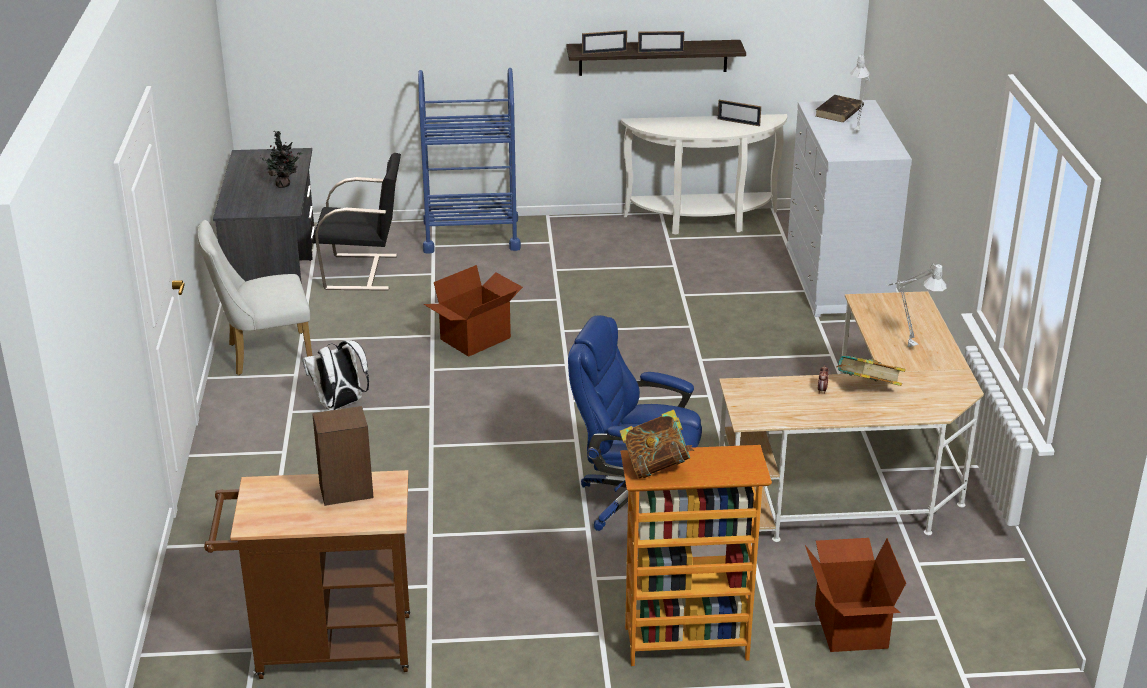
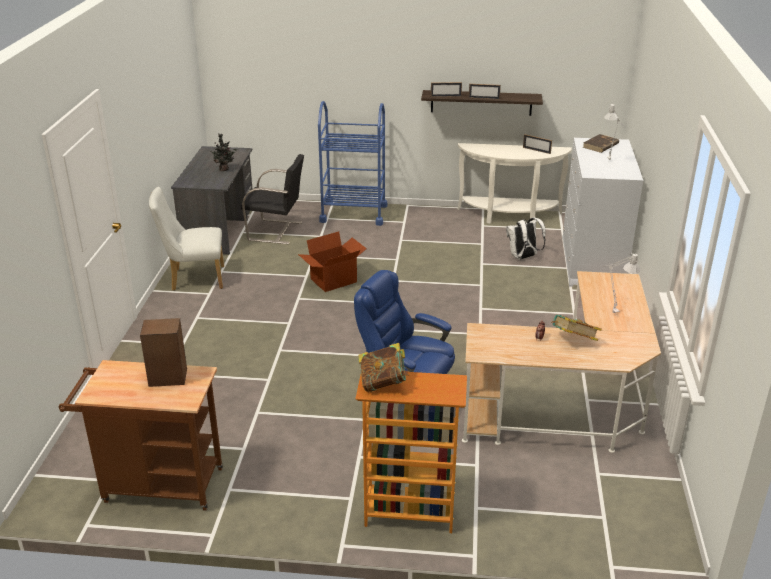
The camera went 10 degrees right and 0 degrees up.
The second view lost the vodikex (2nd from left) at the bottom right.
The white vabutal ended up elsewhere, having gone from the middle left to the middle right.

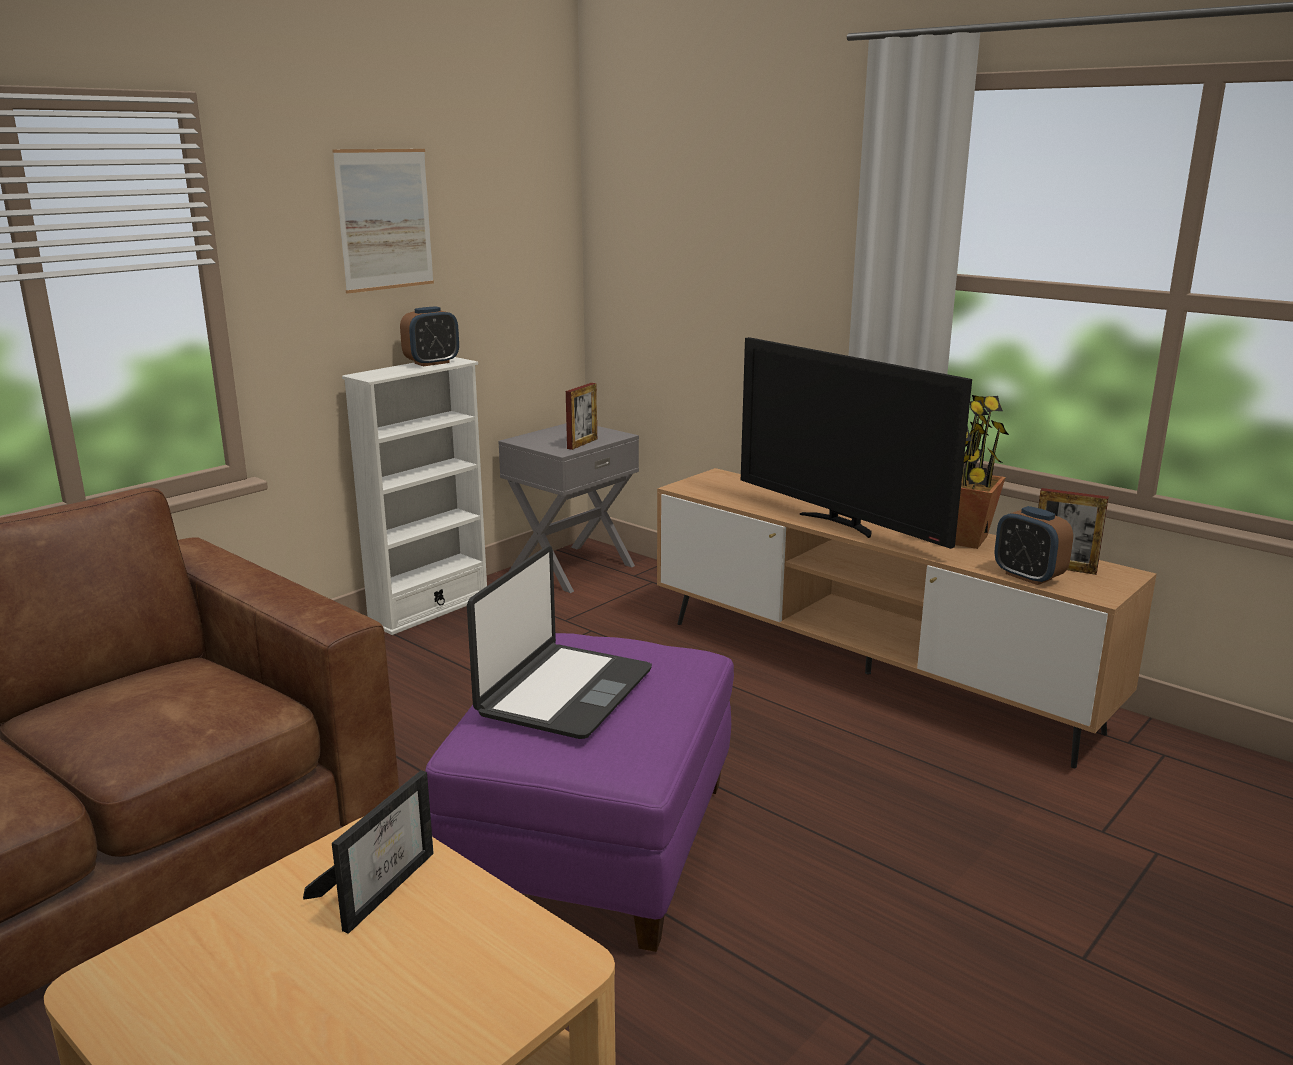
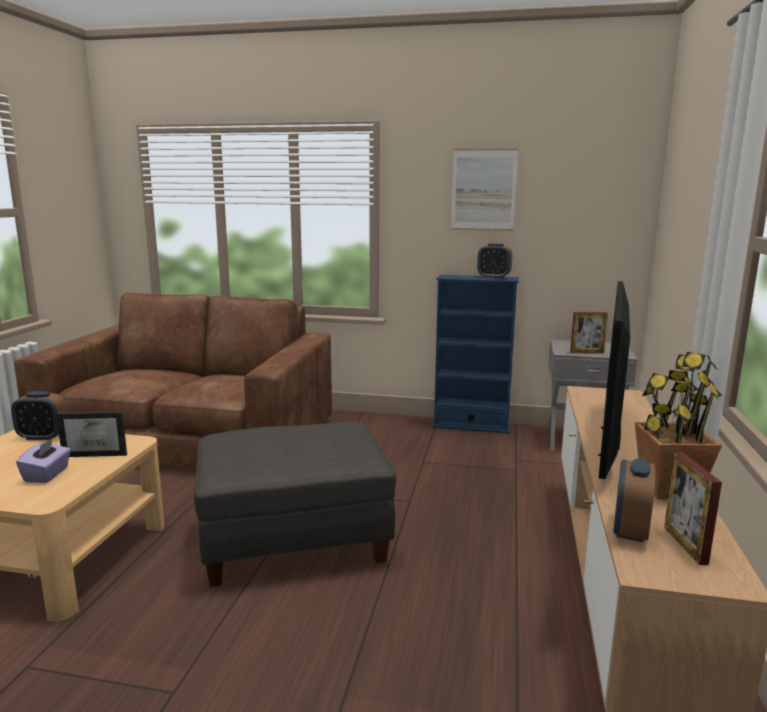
The camera went 60 degrees right and 5 degrees down.
The second view lost the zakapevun at the centre.
The second view gained the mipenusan (1st from left) at the middle left.
The second view gained the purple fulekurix at the middle left.
What was the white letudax at the middle left turned into the blue letudax at the centre.
What was the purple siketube at the bottom centre turned into the grey siketube at the bottom centre.

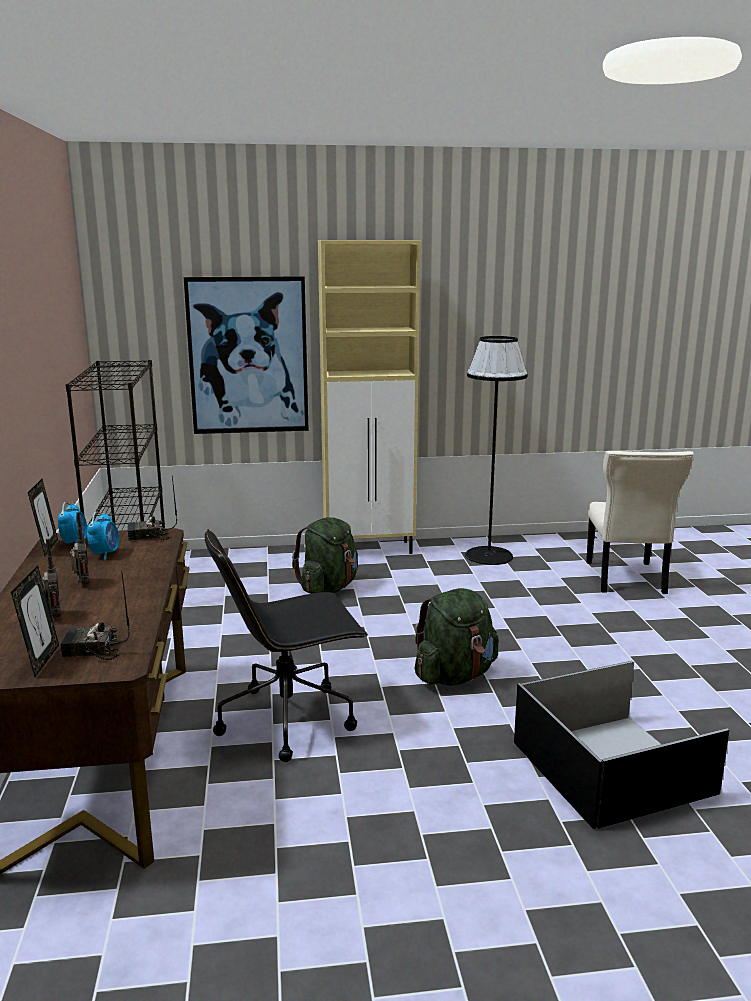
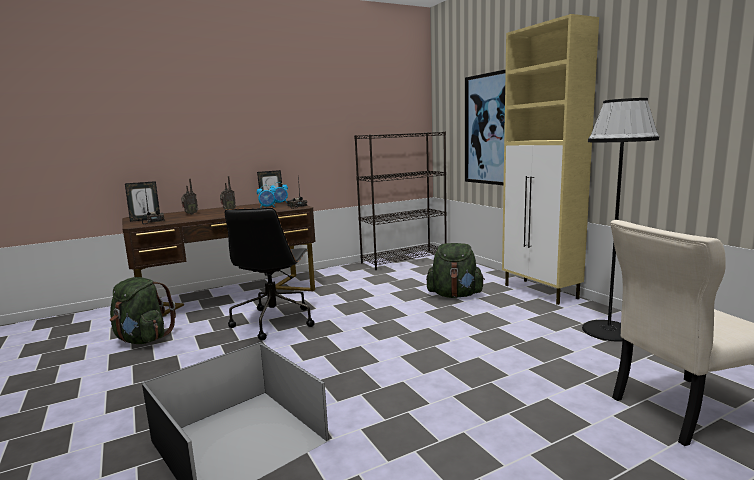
The camera went 70 degrees right and 5 degrees down.
The green vabutal (2nd from left in the first image) ended up elsewhere, having gone from the centre to the middle left.
The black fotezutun at the centre ended up facing another way, 135 degrees counterclockwise from before.

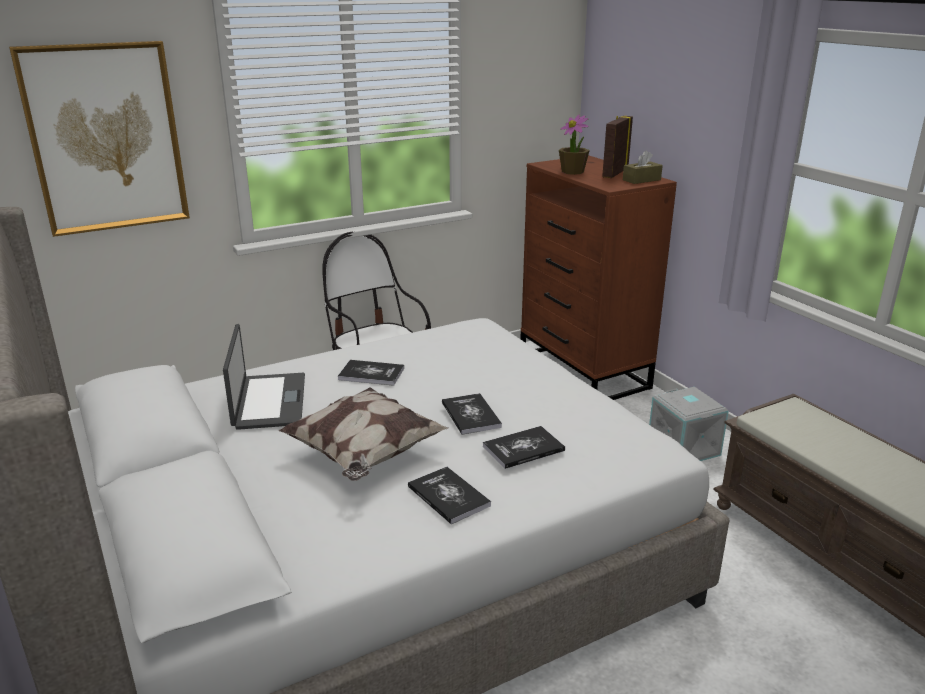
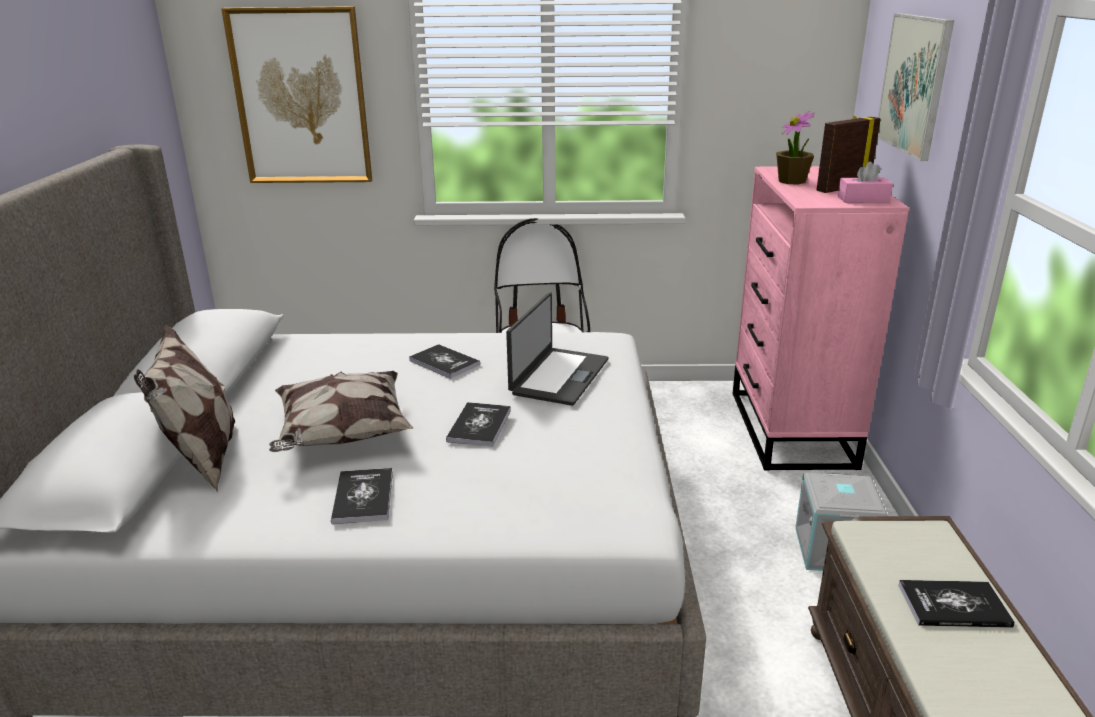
The camera went 30 degrees right and 0 degrees up.
The second view gained the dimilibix (1st from left) at the middle left.
The second view gained the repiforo (2nd from left) at the top right.
The zakapevun ended up elsewhere, having gone from the middle left to the centre.
The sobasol (4th from left) ended up elsewhere, having gone from the centre to the bottom right.
What was the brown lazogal at the centre turned into the pink lazogal at the middle right.
What was the brown fulekurix at the top right turned into the pink fulekurix at the top right.

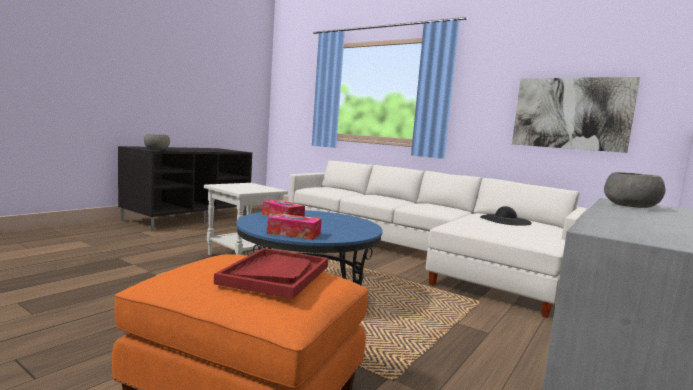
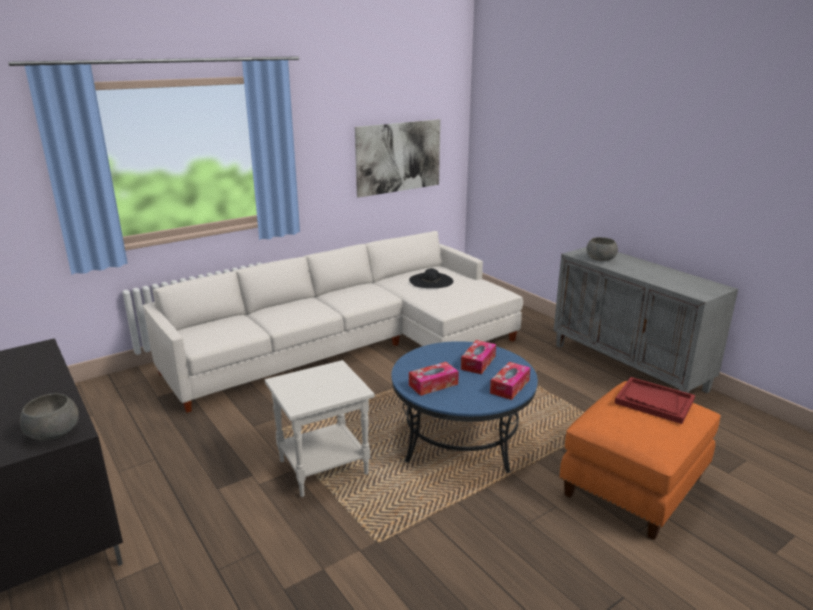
The camera went 70 degrees left and 15 degrees up.
The second view gained the fulekurix (2nd from left) at the centre.

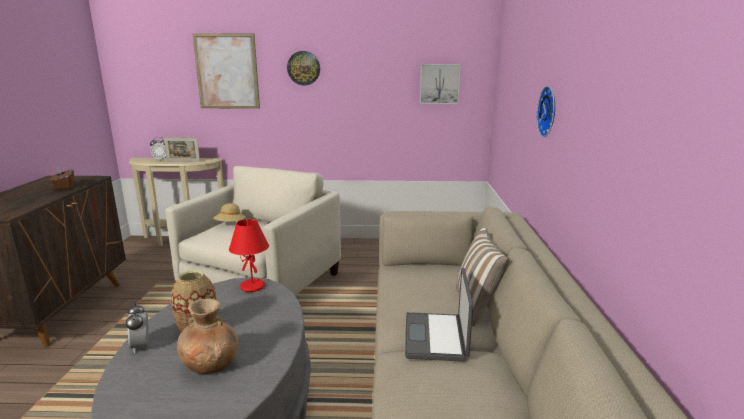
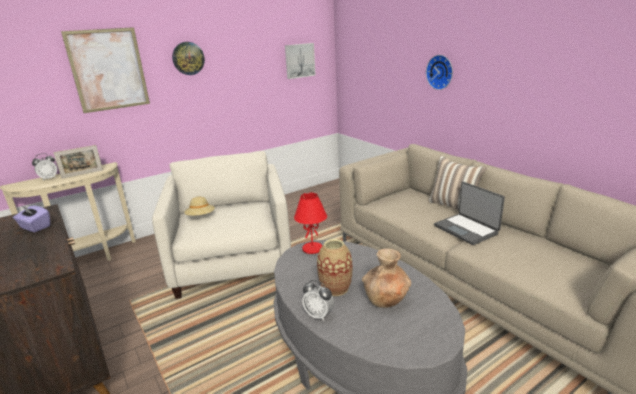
The camera went 35 degrees left and 5 degrees up.
What was the brown fulekurix at the middle left turned into the purple fulekurix at the middle left.

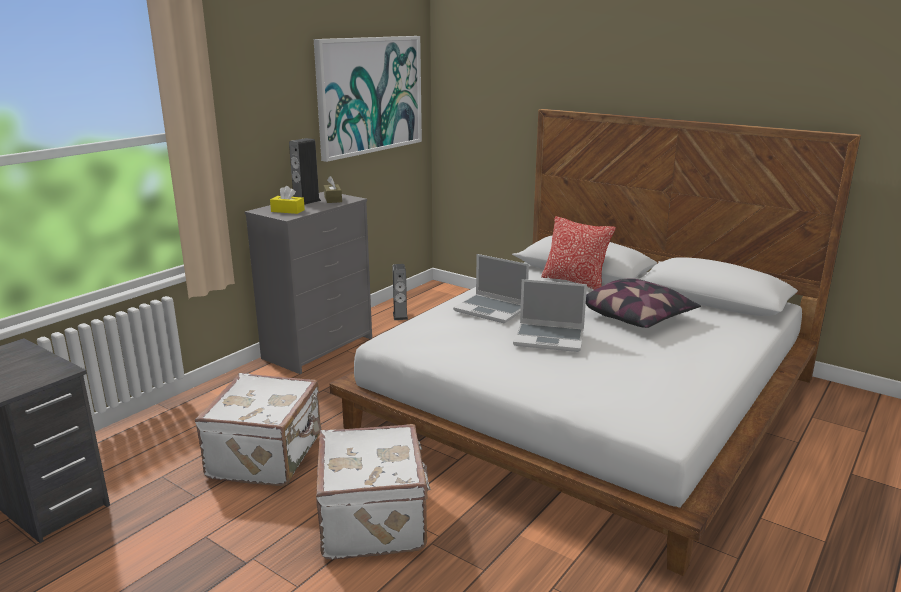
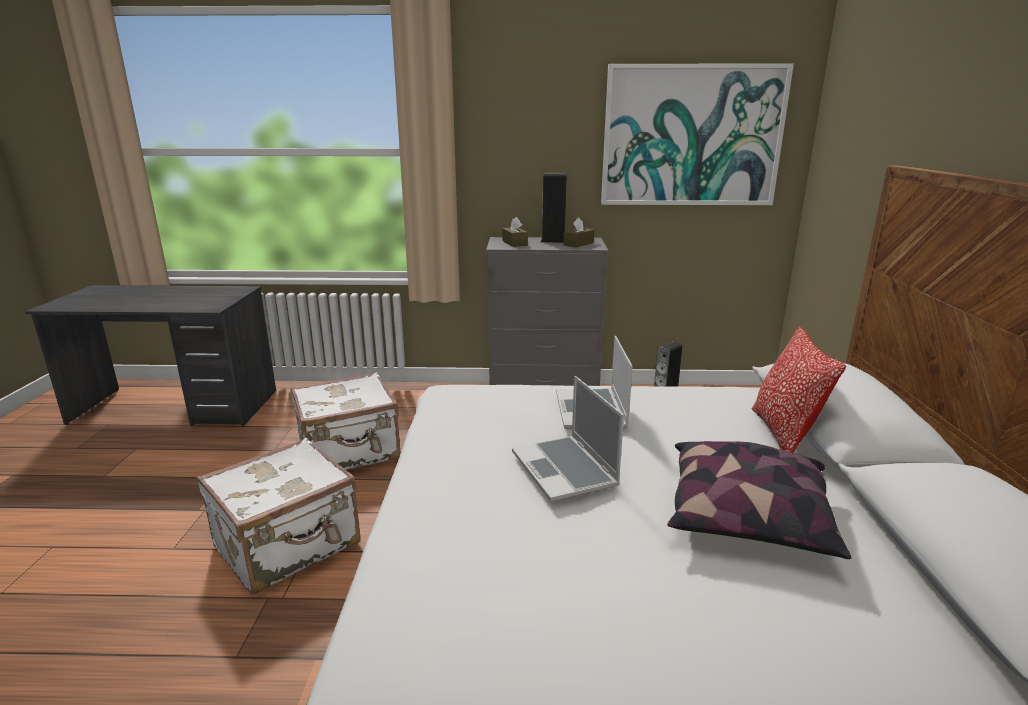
The camera went 55 degrees right and 0 degrees up.
What was the yellow fulekurix at the middle left turned into the brown fulekurix (1st from left) at the top centre.

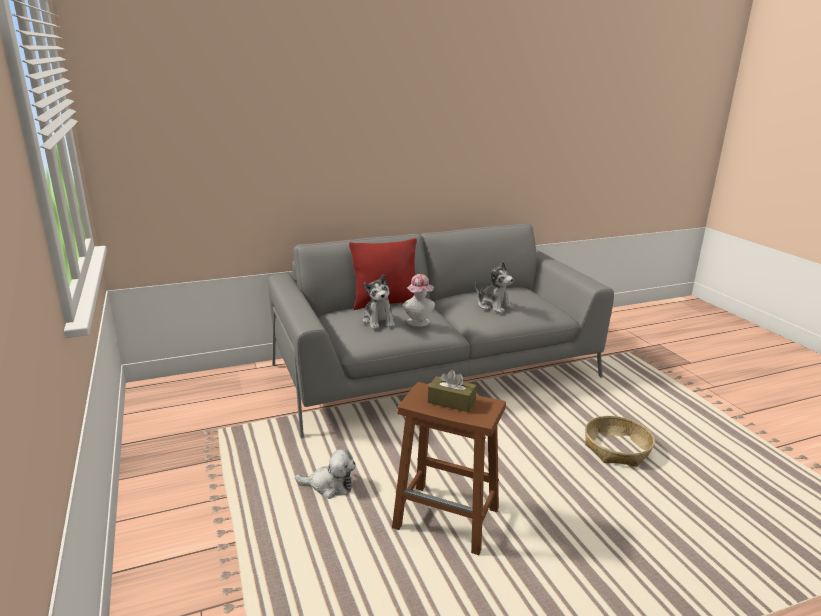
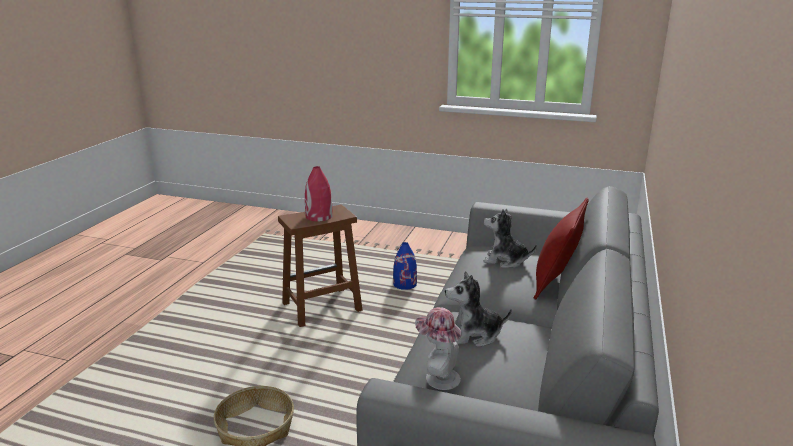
The camera went 130 degrees right and 0 degrees up.
The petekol ended up elsewhere, having gone from the centre to the bottom centre.
Where the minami (1st from left) stood at the bottom centre, the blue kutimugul came to stand at the centre.
Where the brown fulekurix stood at the centre, the red kutimugul came to stand at the centre.

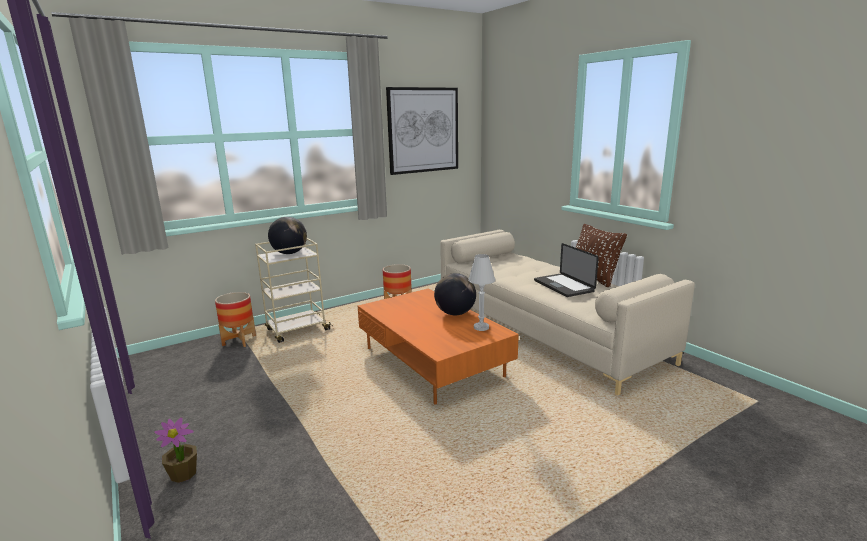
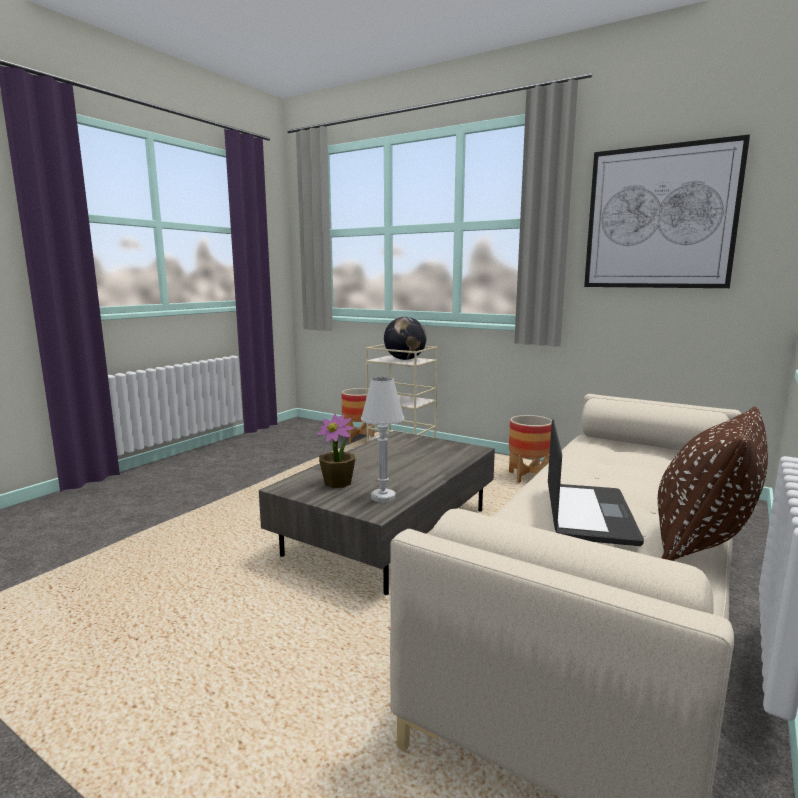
The camera went 65 degrees right and 5 degrees down.
The second view lost the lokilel (2nd from left) at the centre.
The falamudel ended up elsewhere, having gone from the bottom left to the centre.
What was the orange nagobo at the centre turned into the grey nagobo at the centre.
The zakapevun at the centre ended up facing another way, 150 degrees clockwise from before.

